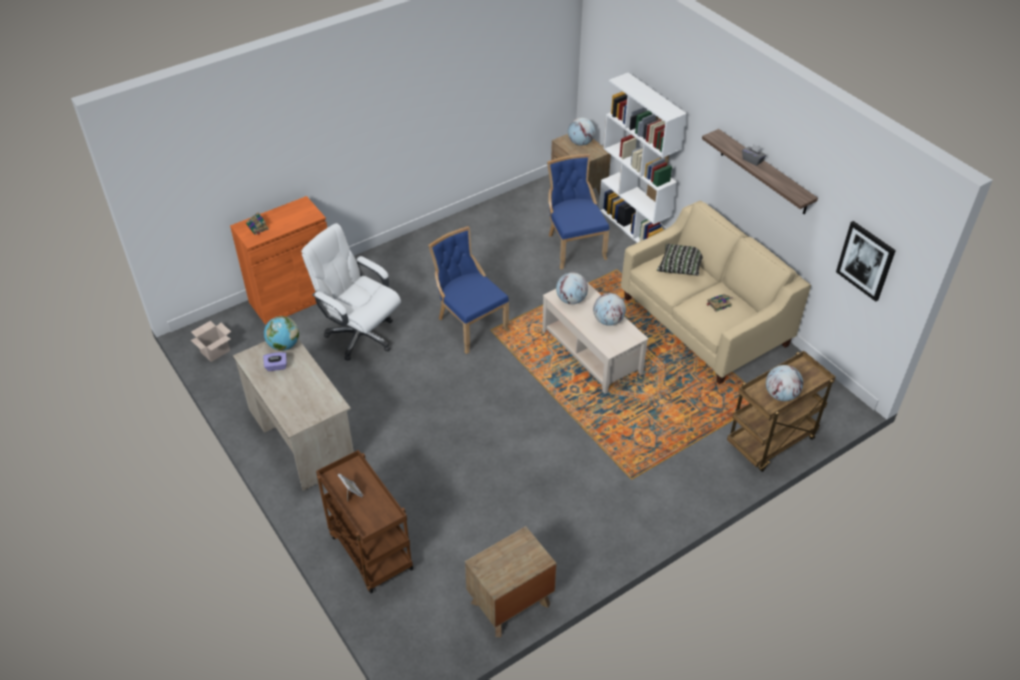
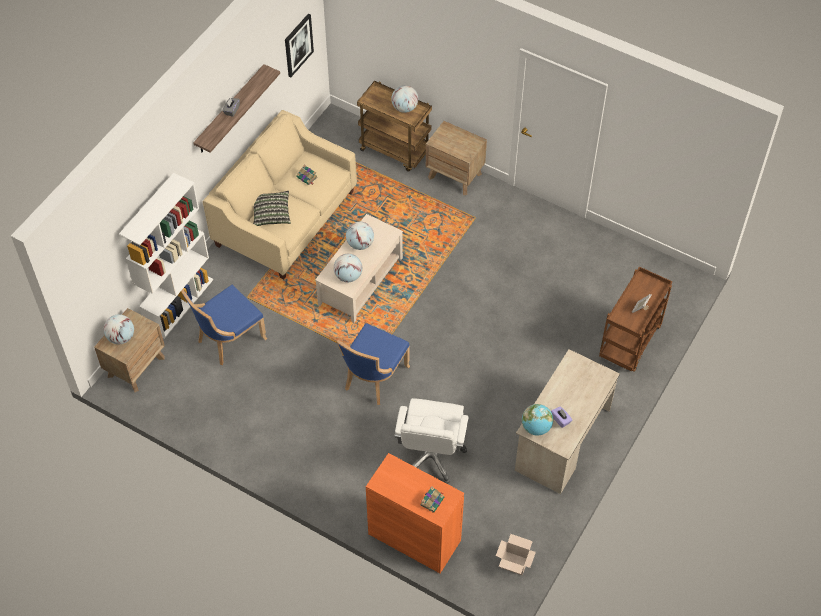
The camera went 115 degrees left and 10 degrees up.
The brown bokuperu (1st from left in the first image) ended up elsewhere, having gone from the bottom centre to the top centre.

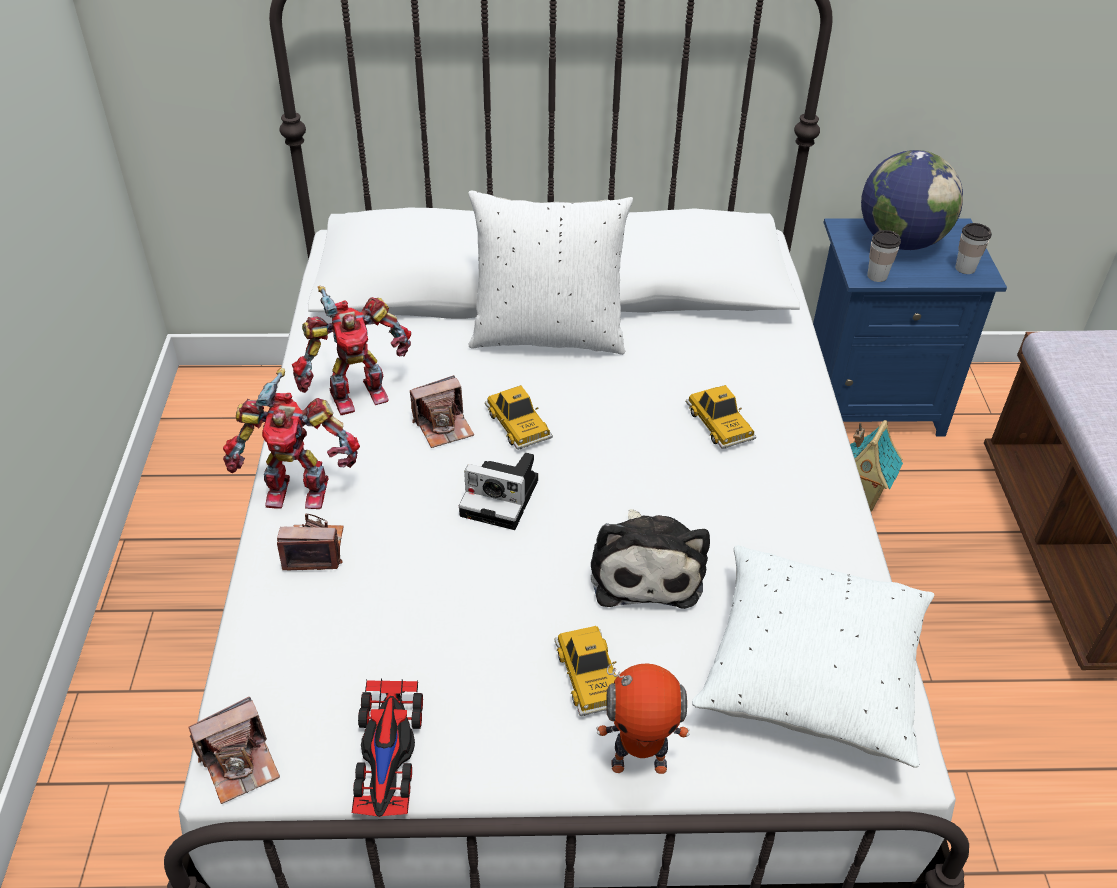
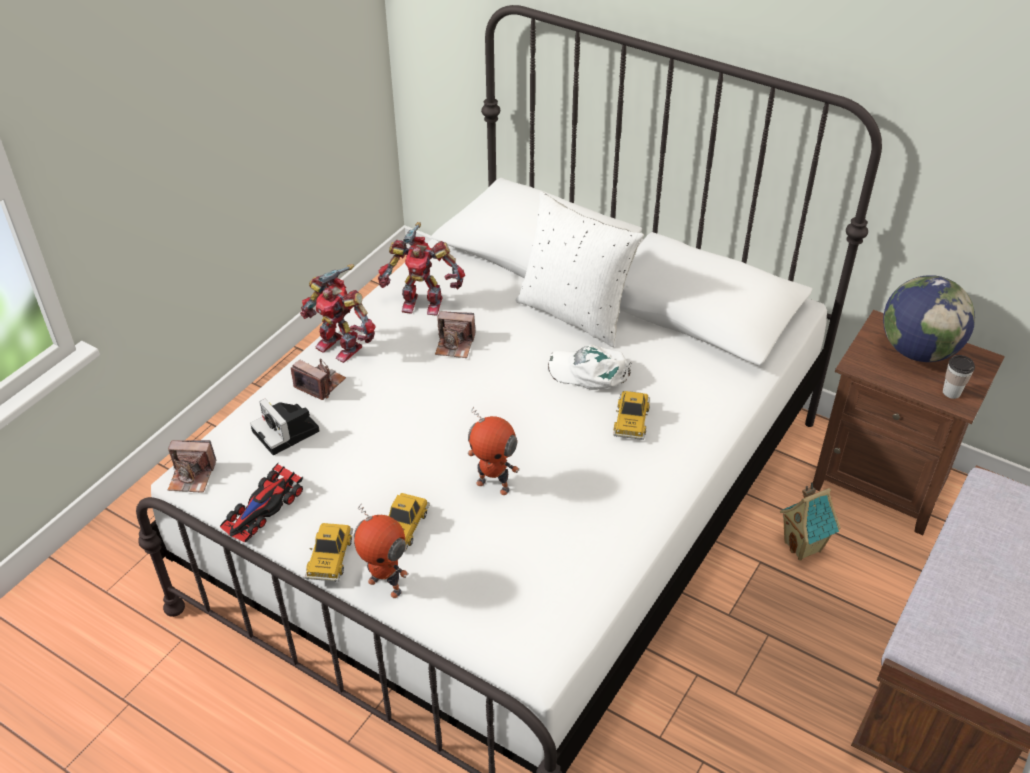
The camera went 35 degrees right and 0 degrees up.
The second view lost the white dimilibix (2nd from left) at the bottom right.
The second view lost the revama (1st from left) at the top right.
The second view gained the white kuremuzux at the centre.
The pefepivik (4th from left in the first image) ended up elsewhere, having gone from the centre to the middle left.
The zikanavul (2nd from left) ended up elsewhere, having gone from the centre to the bottom left.
Where the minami stood at the centre, the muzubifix (4th from left) came to stand at the centre.
What was the blue bokuperu at the middle right turned into the brown bokuperu at the middle right.

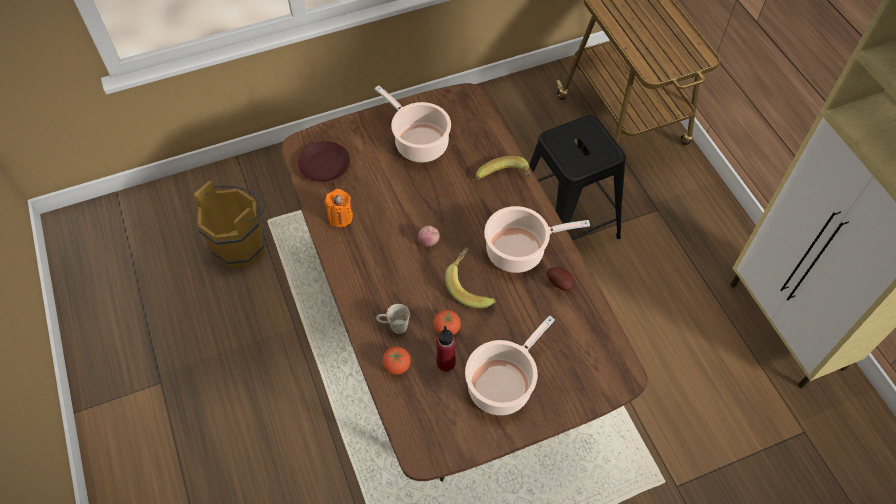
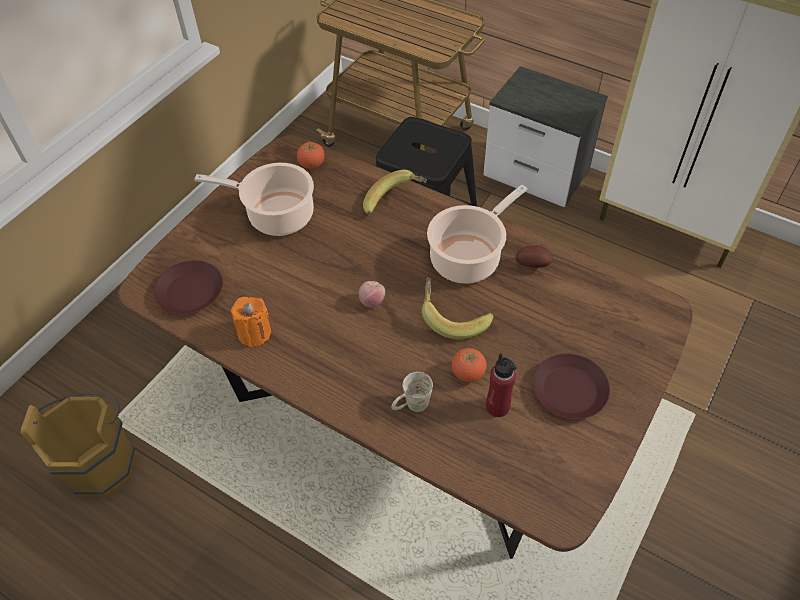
The camera went 35 degrees left and 5 degrees down.
The second view gained the bokuperu at the top right.
The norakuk (1st from left) ended up elsewhere, having gone from the bottom centre to the top centre.
Where the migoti (2nd from left) stood at the bottom centre, the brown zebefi (2nd from left) came to stand at the middle right.

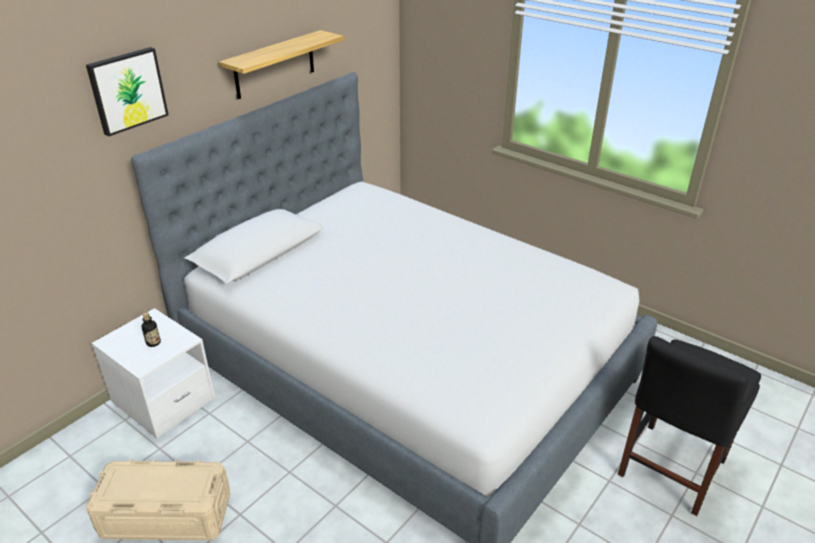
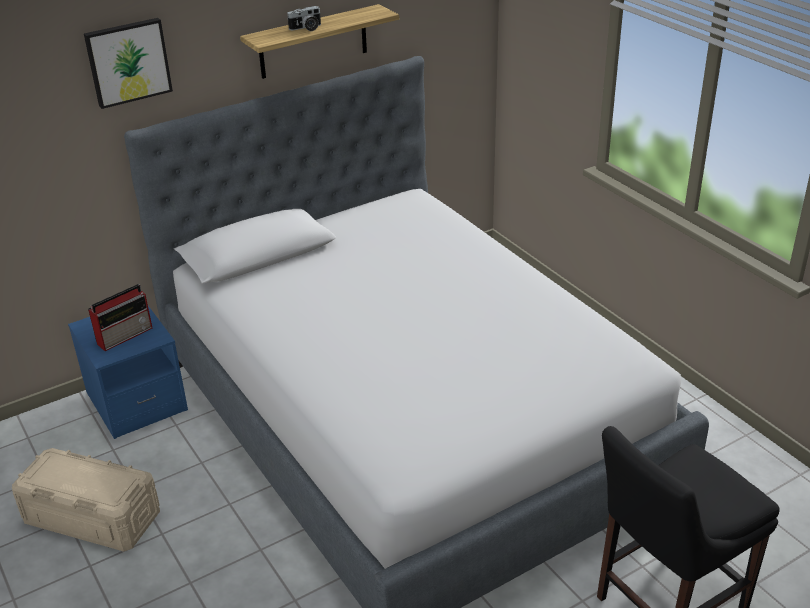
The camera went 20 degrees right and 0 degrees up.
The second view gained the pefepivik at the top centre.
Where the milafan stood at the middle left, the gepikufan came to stand at the middle left.
What was the white bokuperu at the bottom left turned into the blue bokuperu at the middle left.

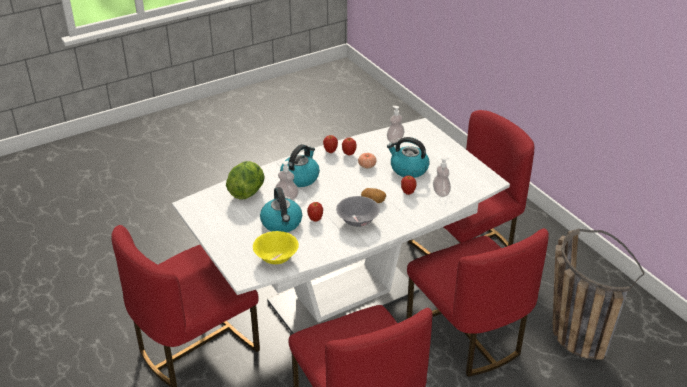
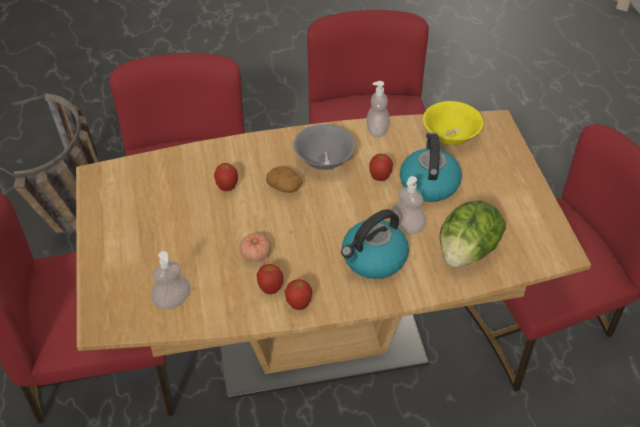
The camera went 160 degrees left and 10 degrees up.
The second view lost the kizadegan (3rd from left) at the centre.
The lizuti (3rd from left in the first image) ended up elsewhere, having gone from the centre to the top centre.
What was the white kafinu at the centre turned into the brown kafinu at the centre.

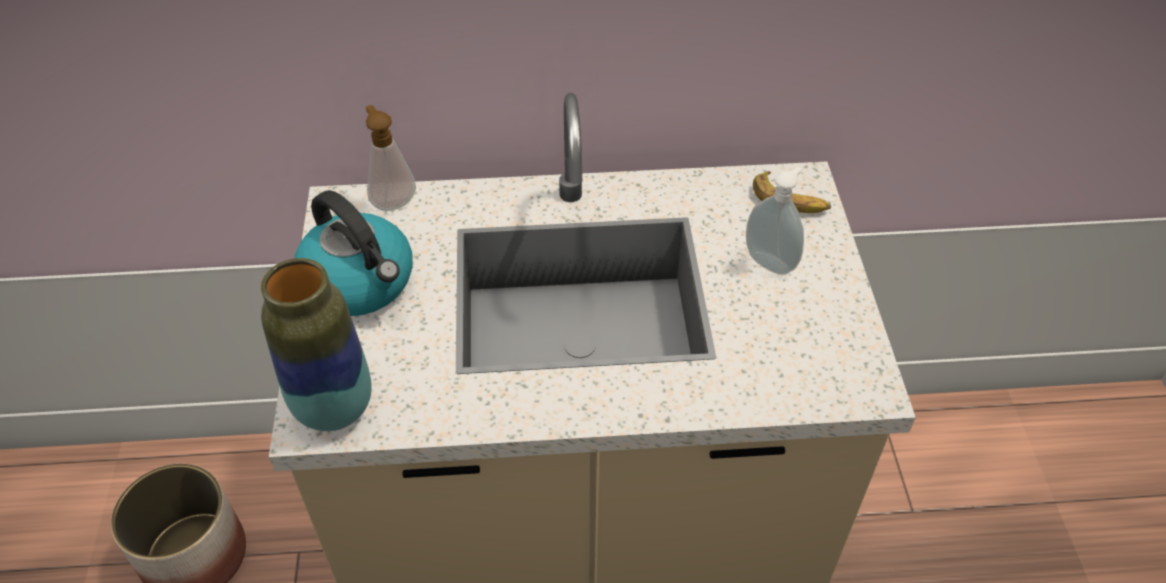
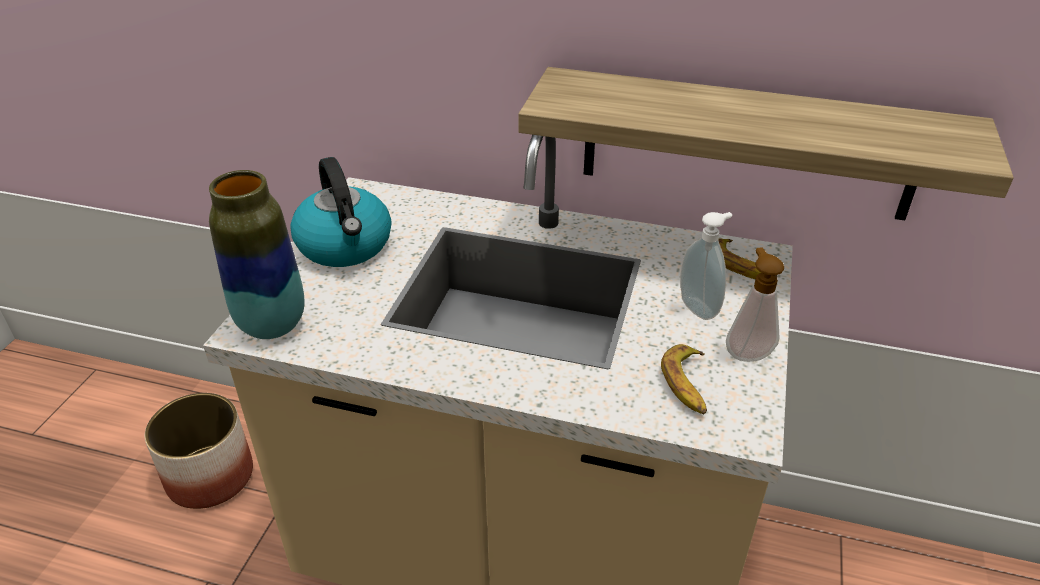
The camera went 20 degrees right and 10 degrees down.
The second view gained the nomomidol at the top right.
The second view gained the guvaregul (1st from left) at the centre.
The lizuti (1st from left in the first image) ended up elsewhere, having gone from the top centre to the middle right.

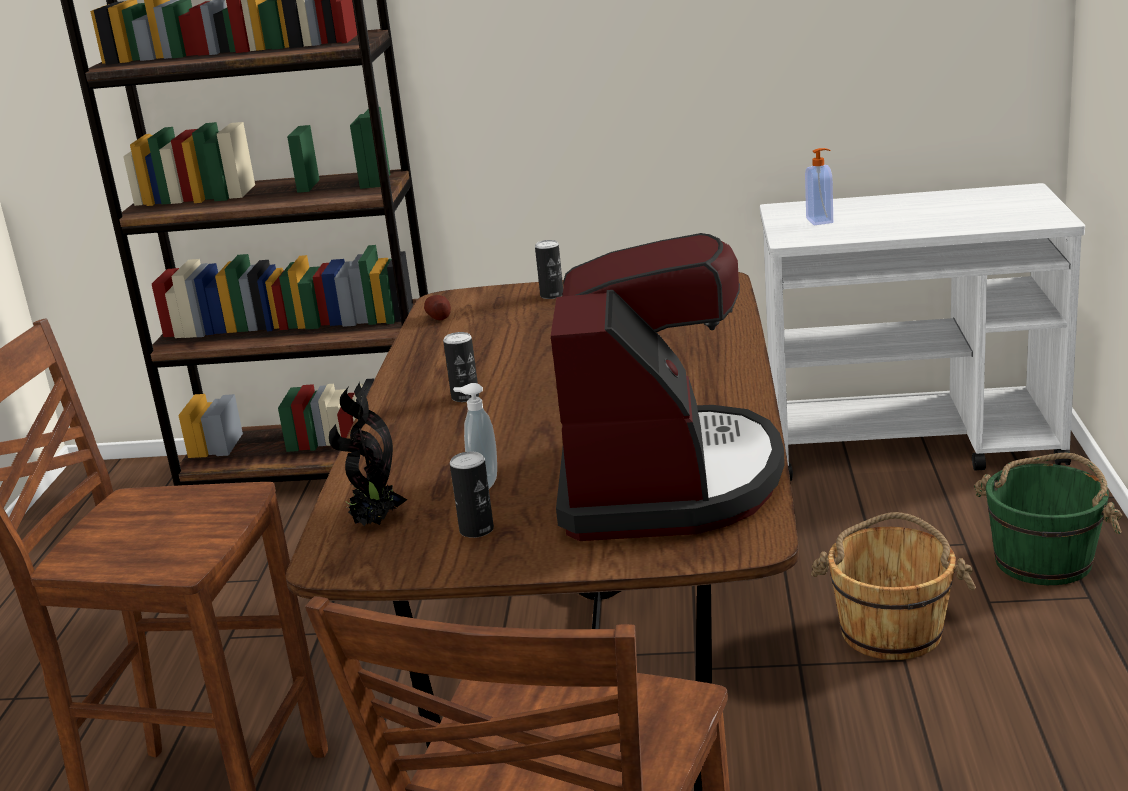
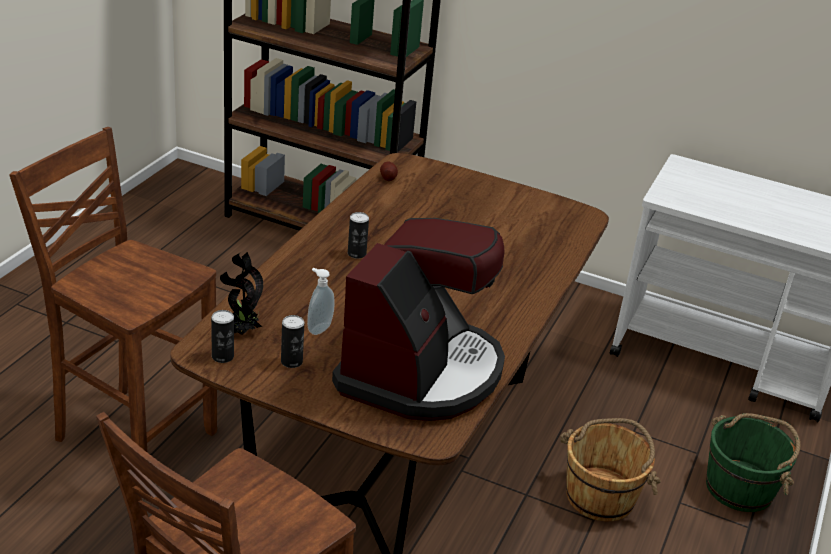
The camera went 15 degrees right and 10 degrees up.
The second view lost the lizuti (2nd from left) at the top right.
The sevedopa (3rd from left in the first image) ended up elsewhere, having gone from the centre to the middle left.

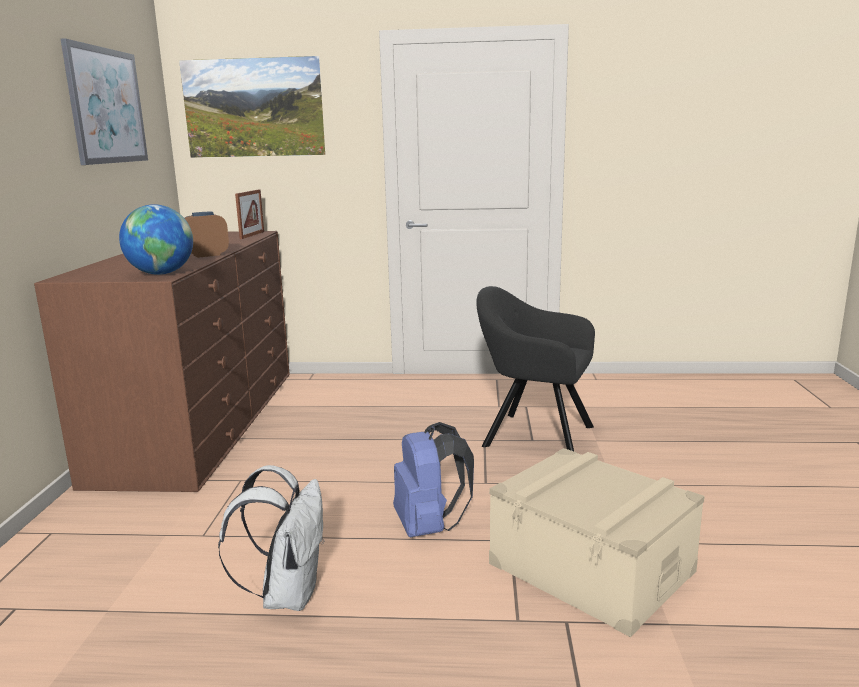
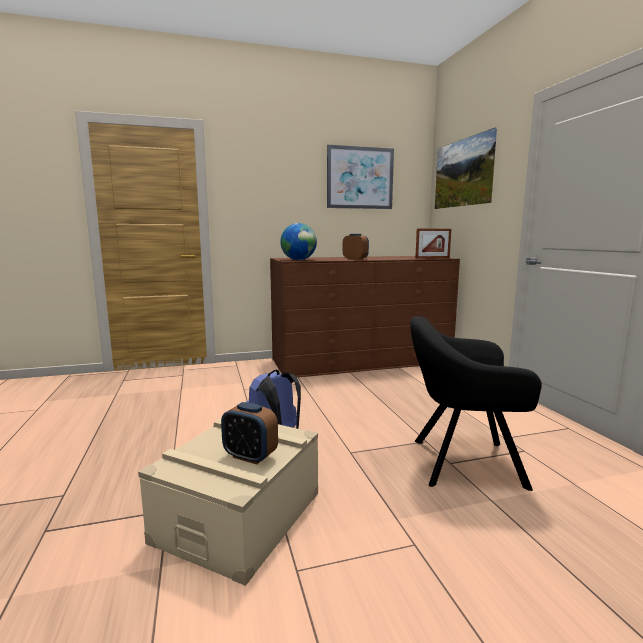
The camera went 70 degrees right and 5 degrees down.
The second view lost the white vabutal at the bottom left.
The second view gained the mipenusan (1st from left) at the bottom centre.
The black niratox at the centre ended up facing another way, 90 degrees counterclockwise from before.

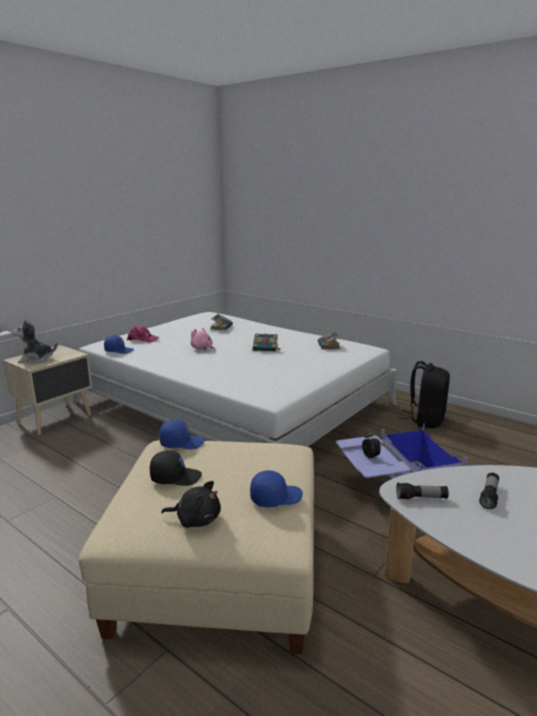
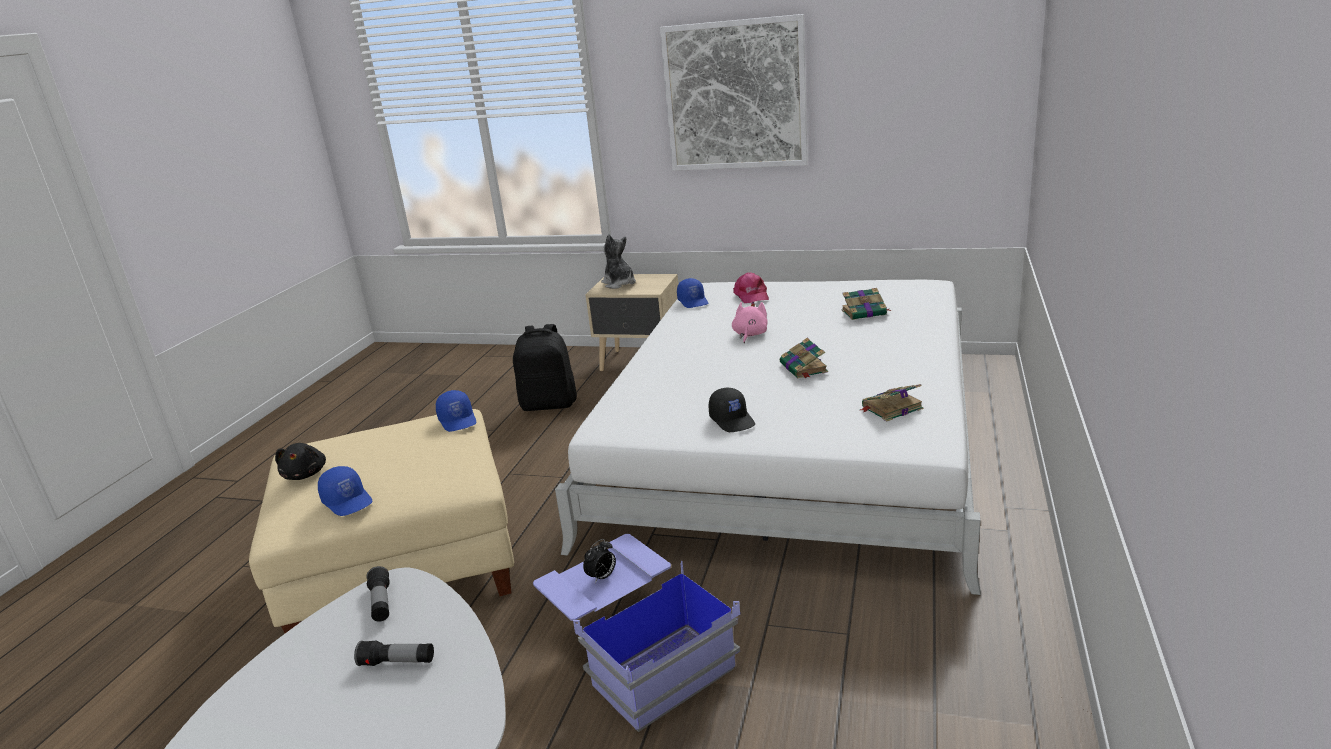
The camera went 70 degrees right and 5 degrees up.
The second view gained the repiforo at the top centre.
The black kuremuzux ended up elsewhere, having gone from the middle left to the centre.
The black vabutal ended up elsewhere, having gone from the middle right to the centre.

